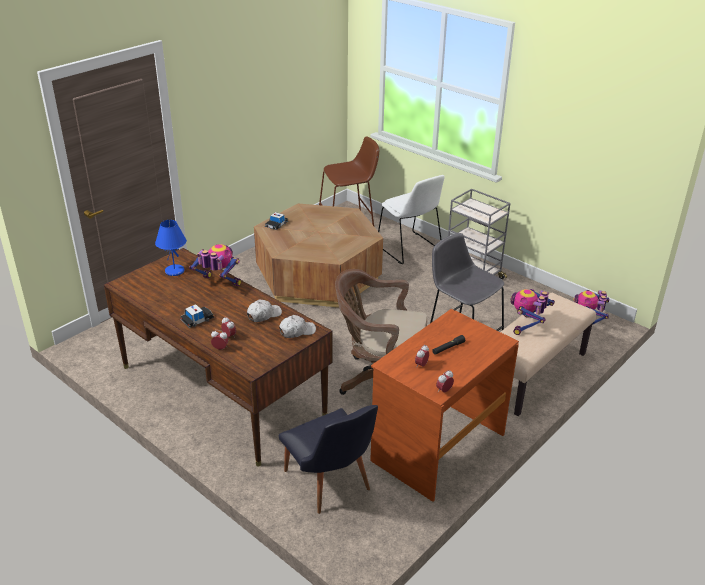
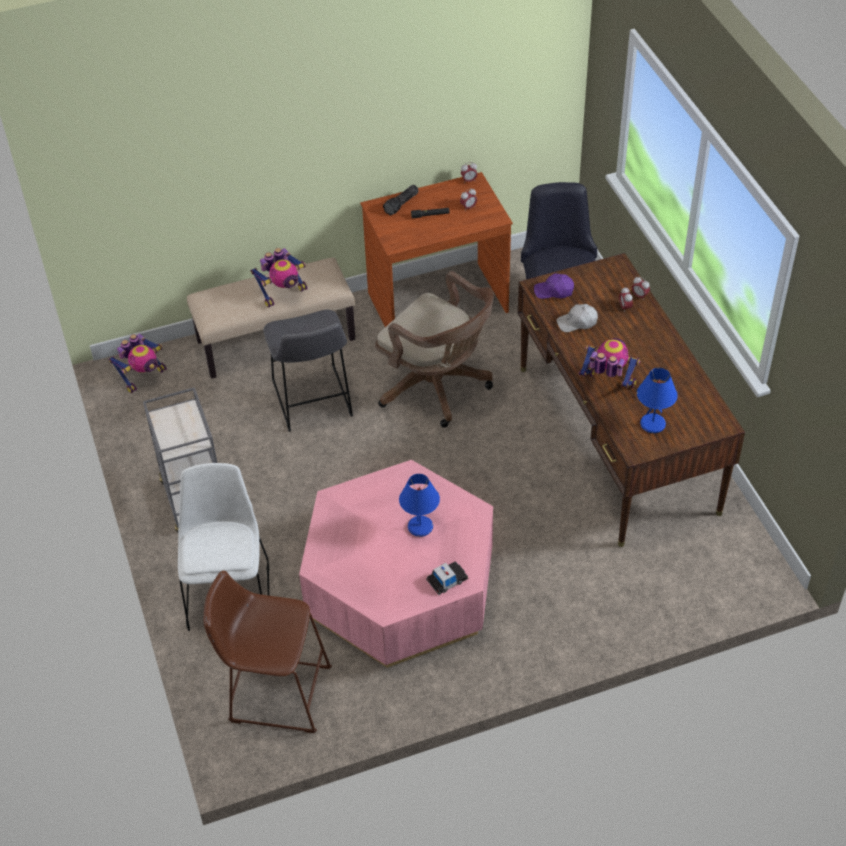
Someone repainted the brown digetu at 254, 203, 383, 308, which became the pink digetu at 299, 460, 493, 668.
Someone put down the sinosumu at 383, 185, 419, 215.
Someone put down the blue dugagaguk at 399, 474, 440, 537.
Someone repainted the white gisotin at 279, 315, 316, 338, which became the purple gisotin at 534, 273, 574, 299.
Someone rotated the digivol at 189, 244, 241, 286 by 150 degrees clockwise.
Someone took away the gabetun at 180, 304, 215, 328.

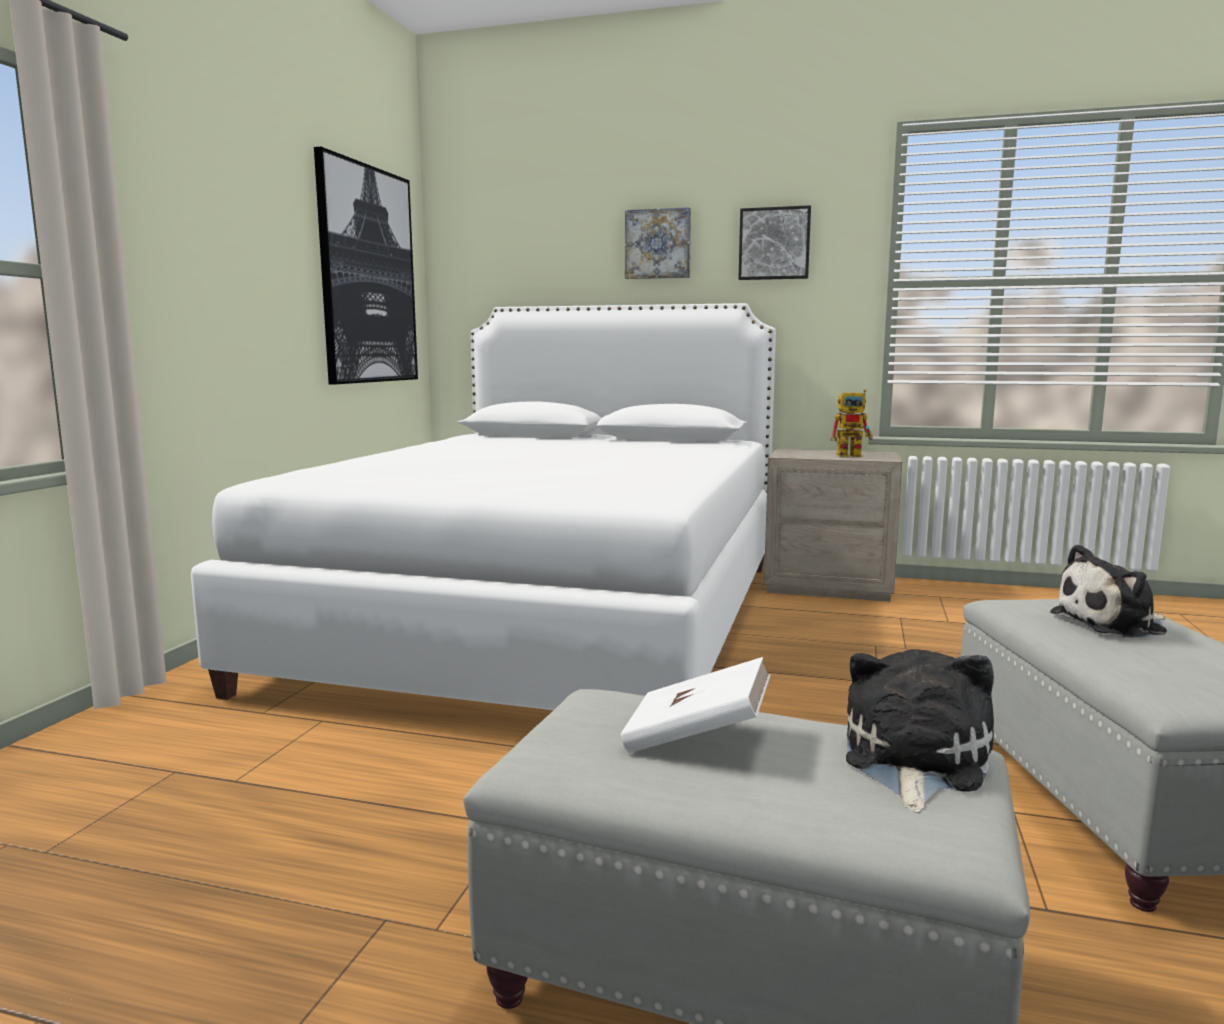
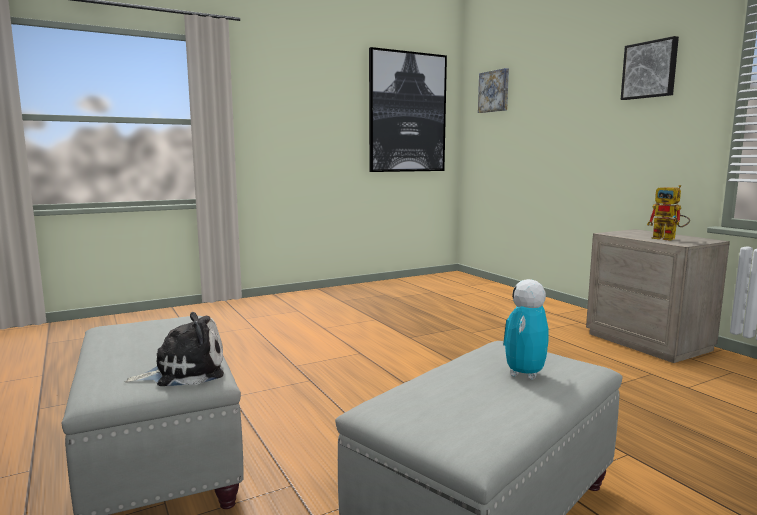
Someone carried the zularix from 625, 207, 691, 279 to 478, 68, 509, 113.
Someone swapped the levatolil at 1050, 544, 1167, 637 for the digivol at 503, 279, 548, 380.
Someone took away the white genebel at 191, 303, 776, 710.
Someone took away the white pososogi at 621, 657, 770, 753.

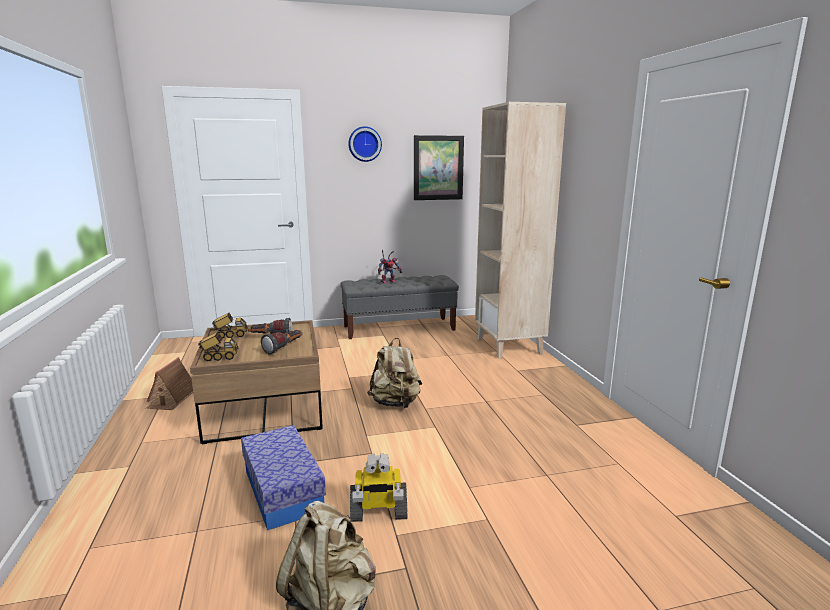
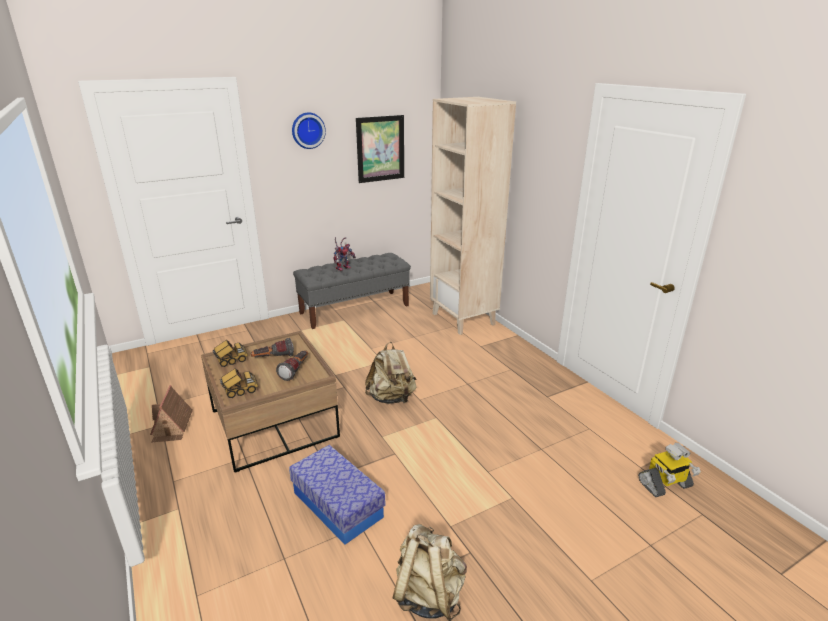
Someone carried the digivol from 350, 453, 408, 522 to 638, 443, 701, 497.

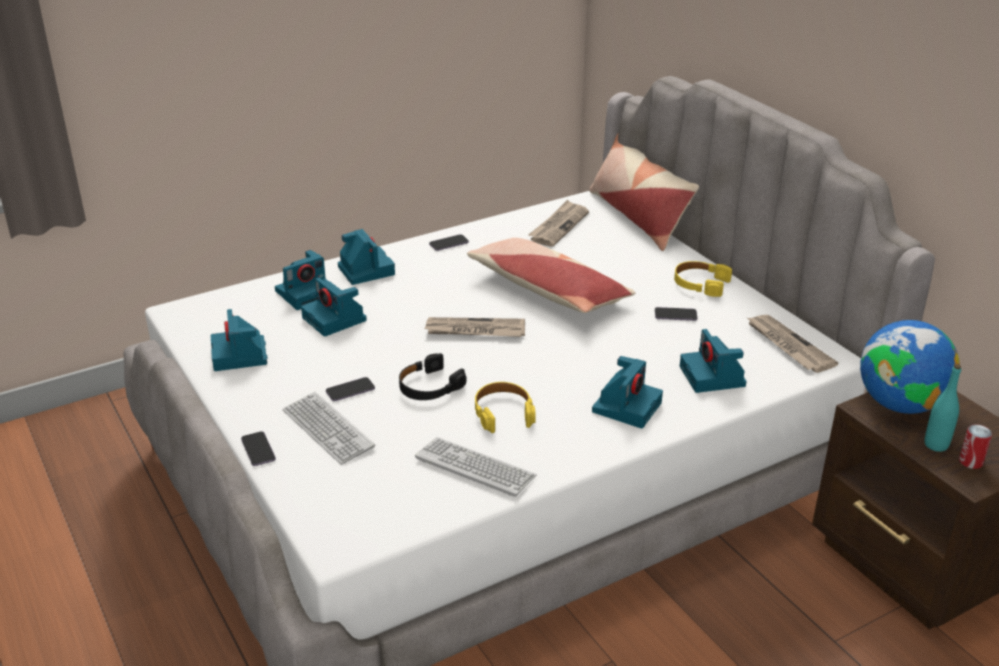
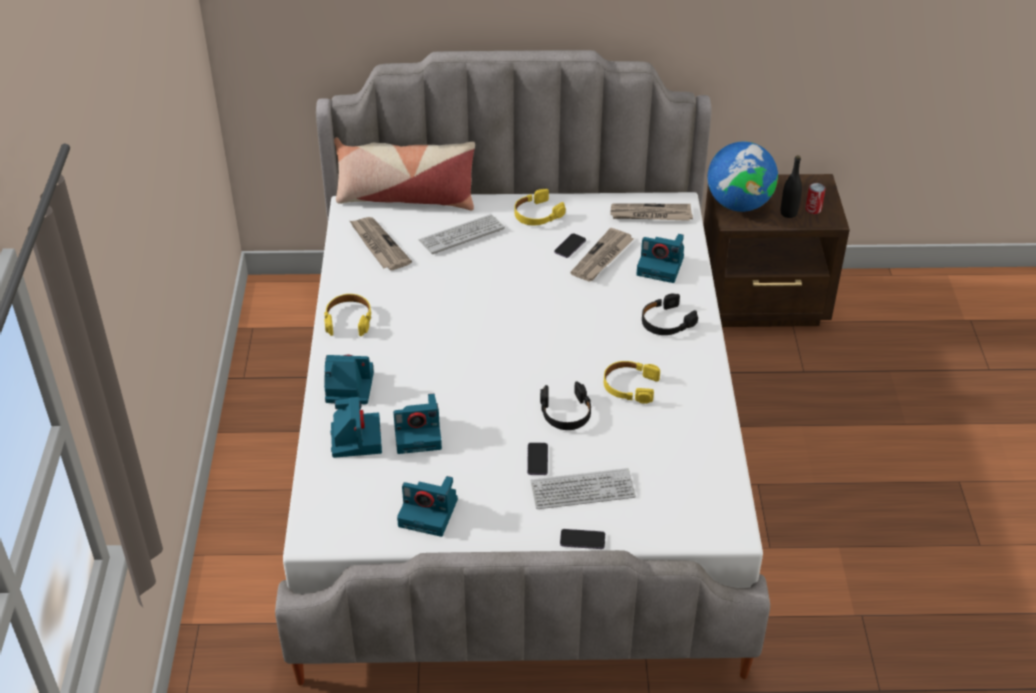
Someone swapped the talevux at 429, 234, 469, 251 for the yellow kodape at 324, 294, 372, 336.
Someone carried the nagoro from 415, 437, 537, 497 to 418, 214, 505, 254.
Someone carried the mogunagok from 424, 317, 525, 337 to 570, 228, 634, 282.
Someone swapped the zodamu at 592, 356, 663, 428 for the black kodape at 642, 294, 698, 335.
Someone repainted the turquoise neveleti at 924, 364, 961, 452, which became the black neveleti at 781, 155, 802, 218.
Someone took away the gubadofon at 467, 238, 636, 313.

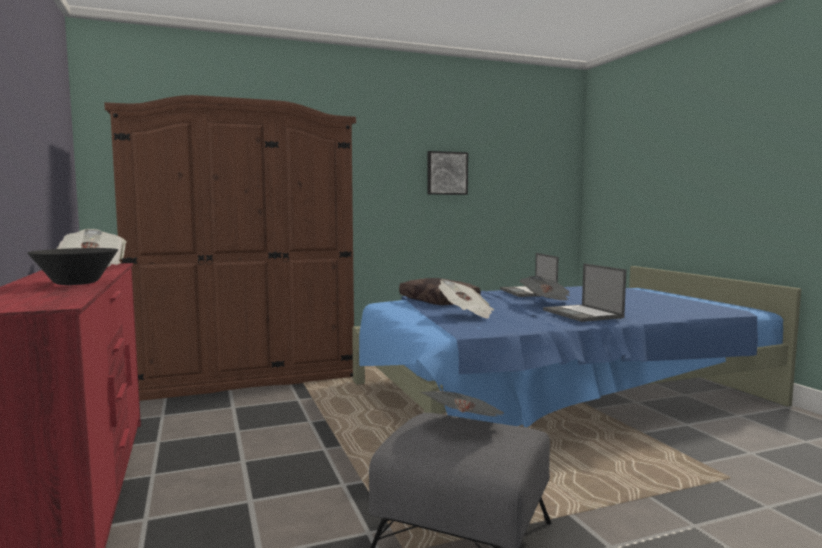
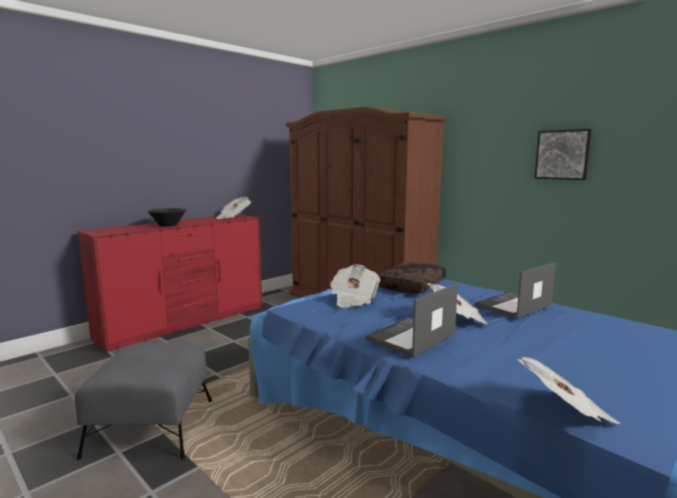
Someone carried the mogunagok from 420, 391, 505, 416 to 517, 357, 620, 424.

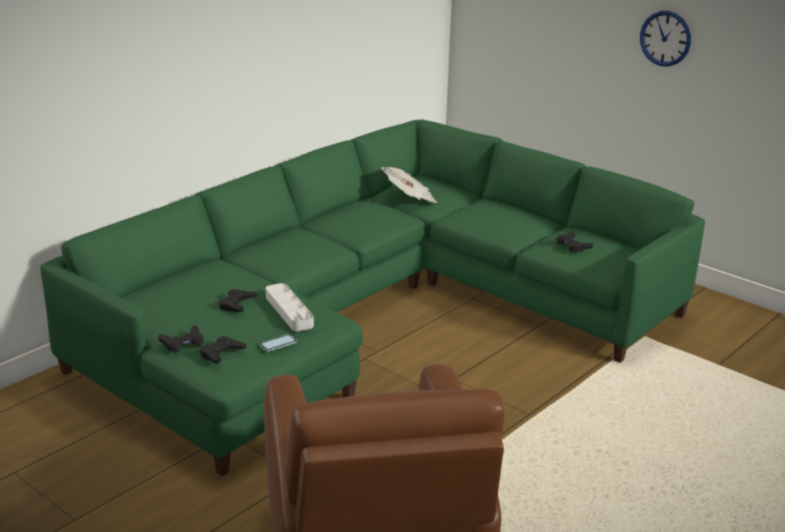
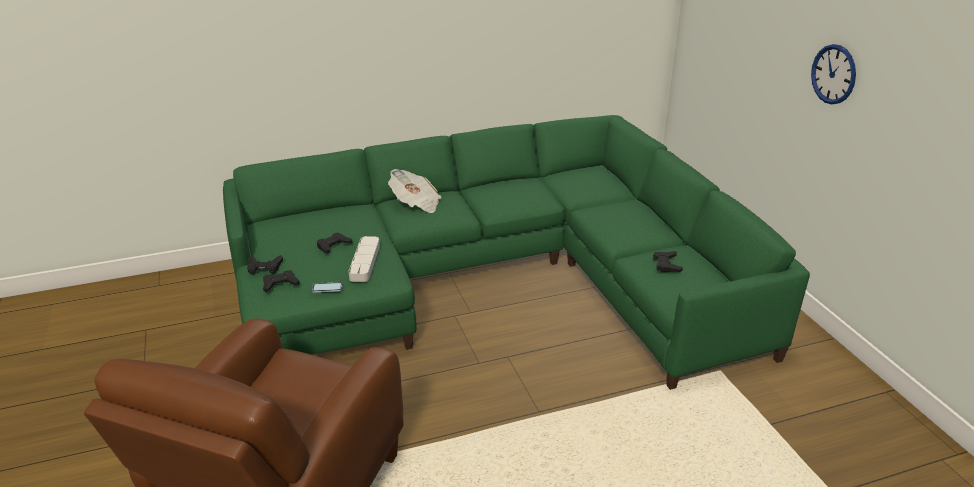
Someone carried the mogunagok from 381, 167, 437, 203 to 388, 169, 442, 213.

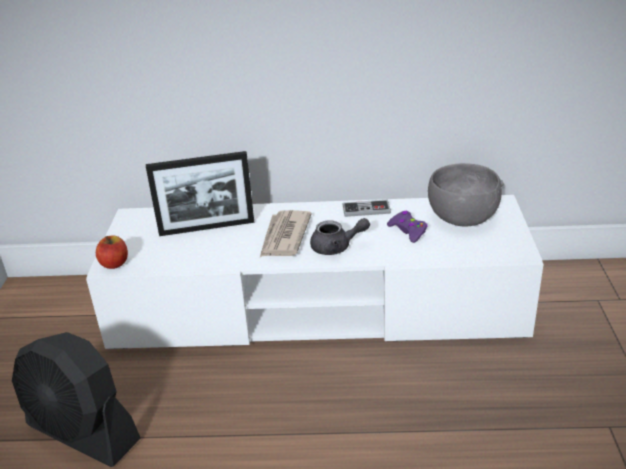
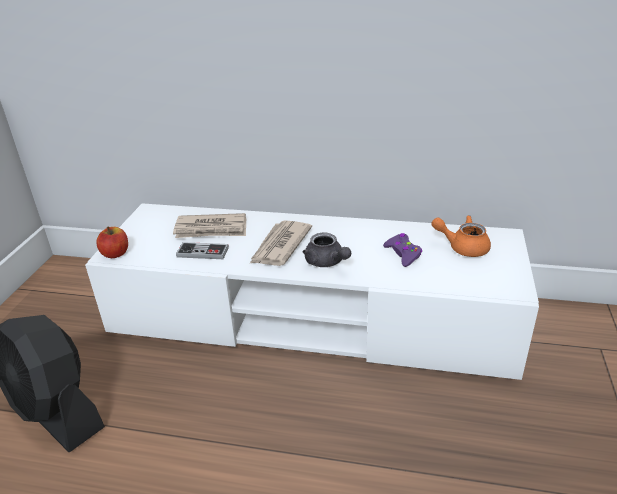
Someone swapped the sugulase at 146, 151, 254, 236 for the mogunagok at 173, 213, 246, 238.
Someone carried the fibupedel from 343, 200, 391, 217 to 176, 242, 229, 259.
Someone rotated the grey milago at 310, 218, 370, 255 by 45 degrees clockwise.
Someone swapped the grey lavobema at 428, 163, 503, 227 for the orange milago at 431, 215, 491, 257.

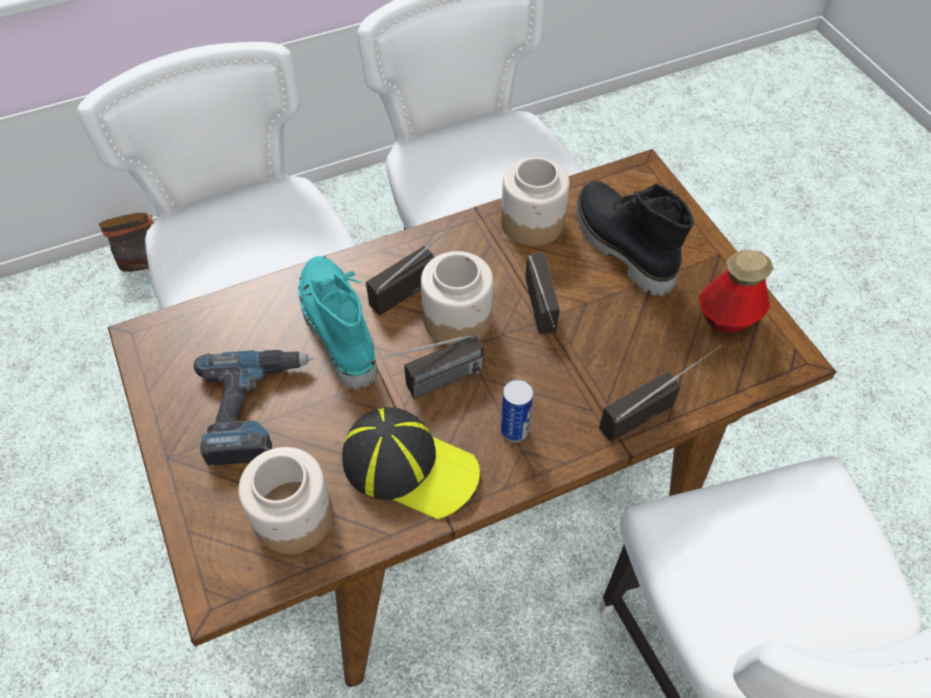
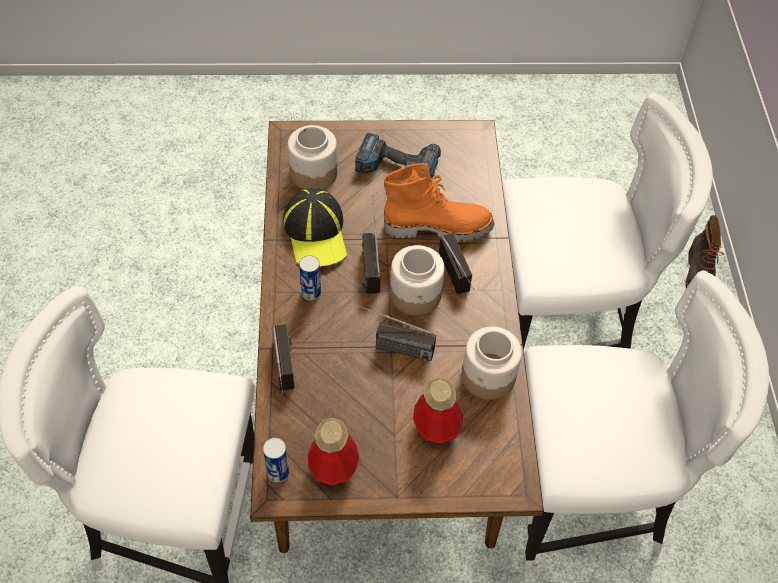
Someone put down the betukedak at 263, 438, 289, 483.
Someone rotated the gisotin at 342, 407, 480, 520 by 60 degrees counterclockwise.
Someone repainted the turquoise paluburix at 298, 256, 377, 390, which became the orange paluburix at 384, 163, 494, 242.
Someone swapped the black paluburix at 576, 181, 694, 296 for the neveleti at 413, 378, 463, 444.

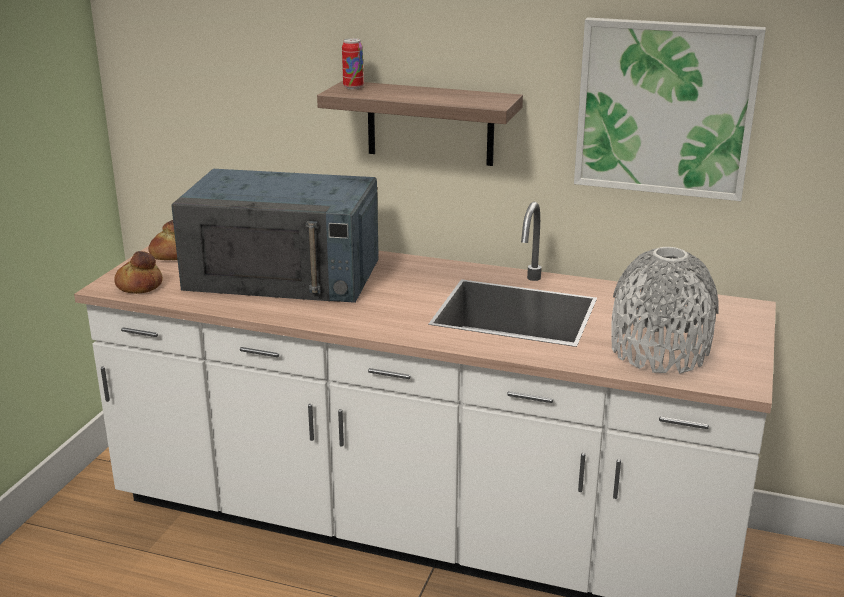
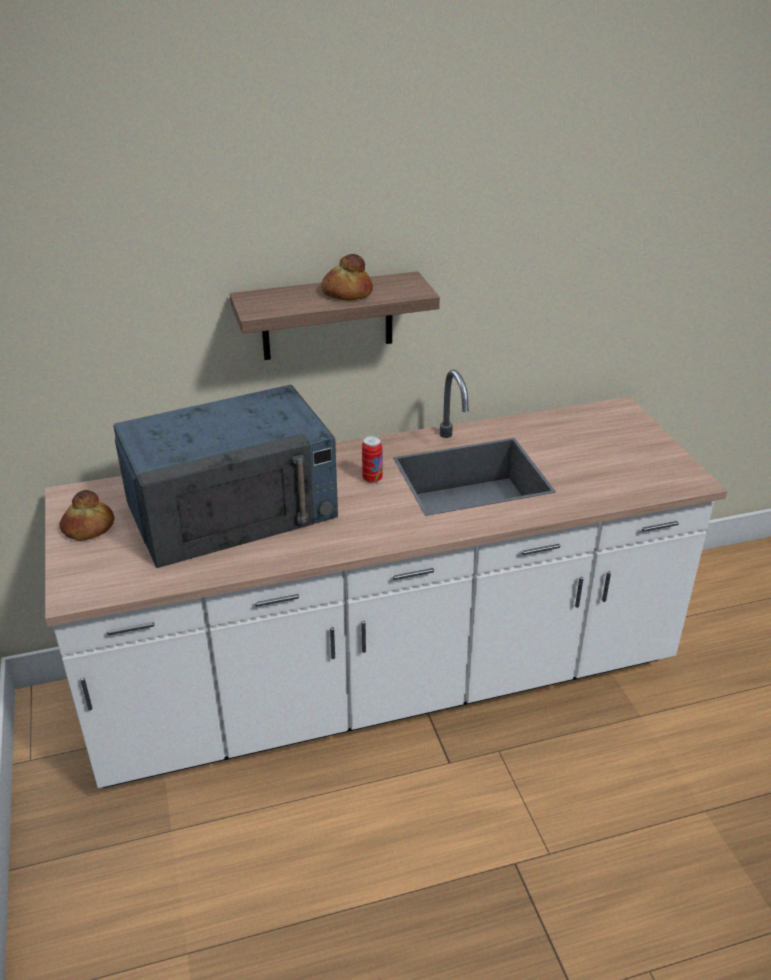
Someone carried the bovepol from 114, 251, 163, 294 to 321, 254, 373, 300.
Someone carried the betukedak from 342, 38, 364, 89 to 362, 436, 382, 483.
Someone took away the zularix at 574, 17, 766, 201.
Someone took away the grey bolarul at 611, 247, 719, 374.

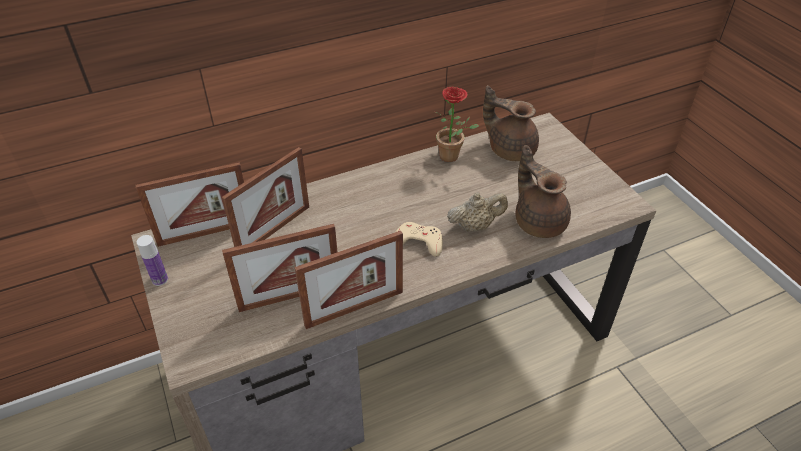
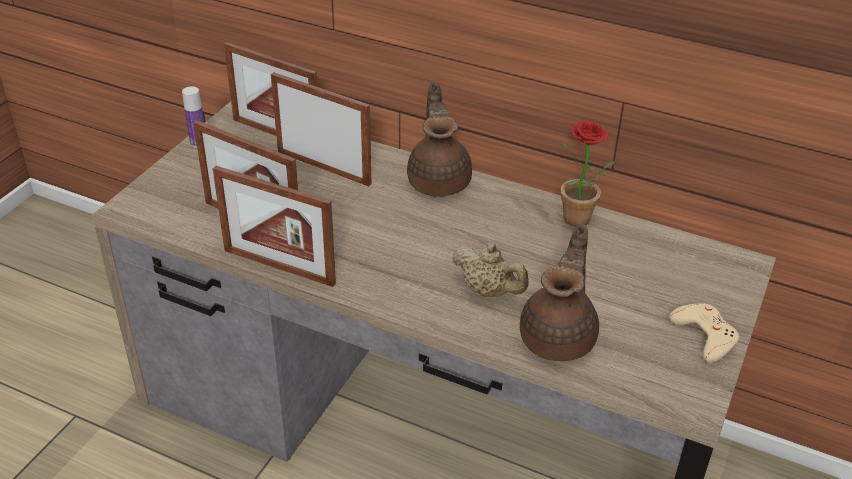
Someone rotated the sugulase at 222, 147, 309, 247 by 150 degrees counterclockwise.
Someone carried the brown milago from 483, 85, 539, 161 to 407, 82, 472, 197.
Someone carried the beige fibupedel from 395, 222, 443, 256 to 669, 303, 739, 363.

